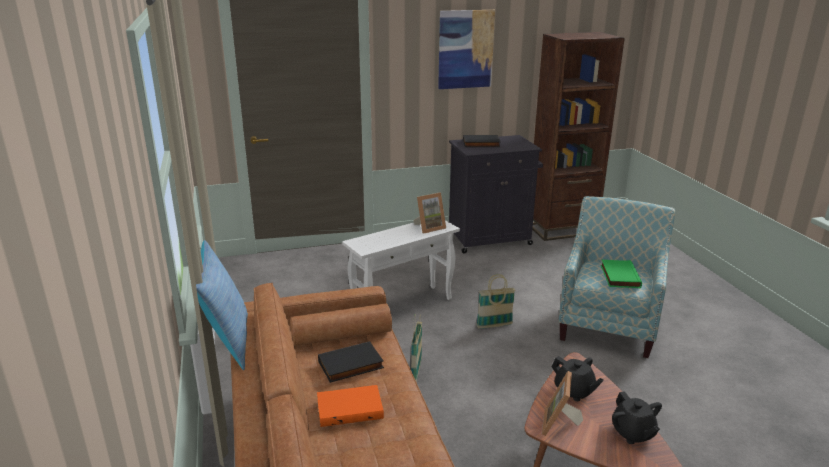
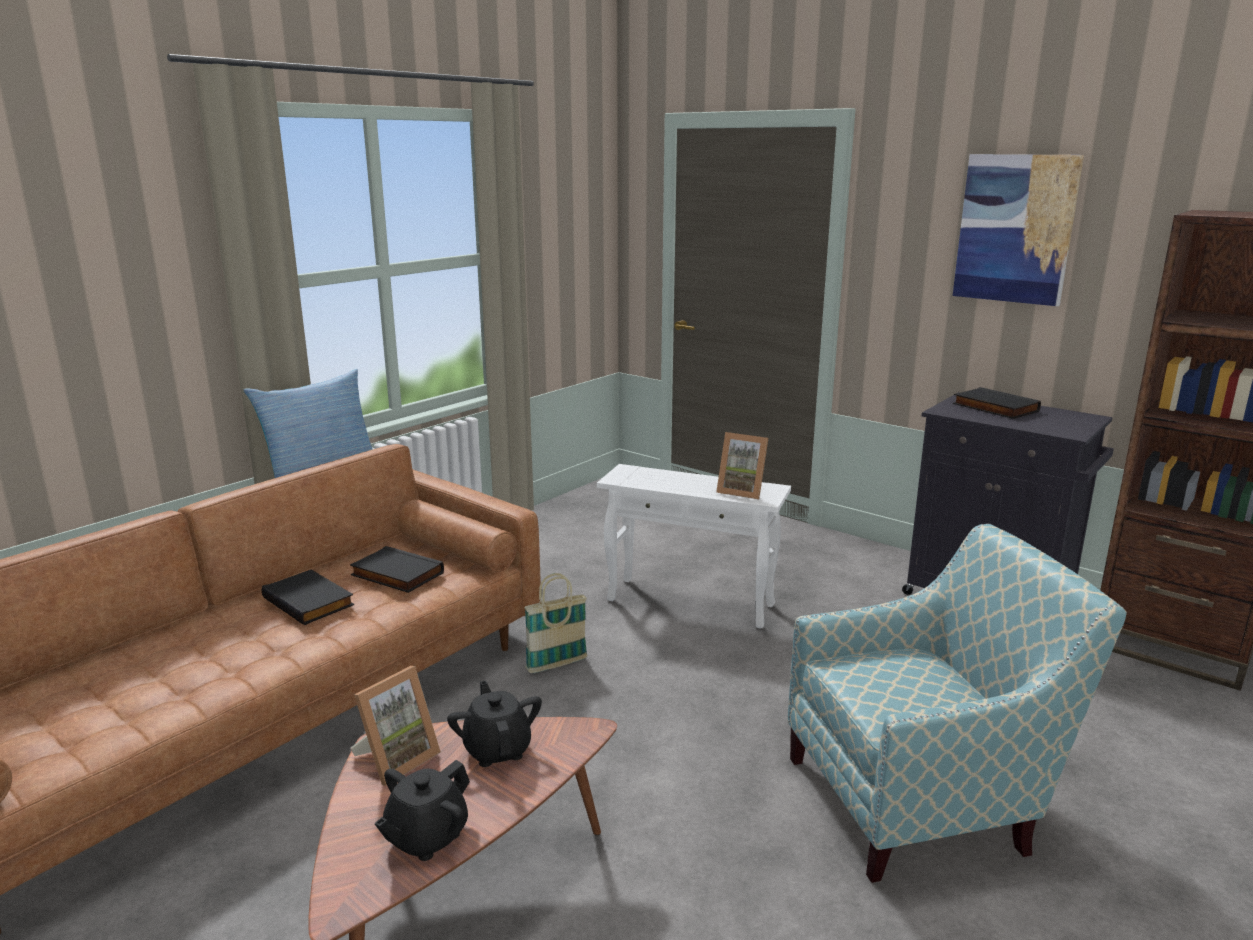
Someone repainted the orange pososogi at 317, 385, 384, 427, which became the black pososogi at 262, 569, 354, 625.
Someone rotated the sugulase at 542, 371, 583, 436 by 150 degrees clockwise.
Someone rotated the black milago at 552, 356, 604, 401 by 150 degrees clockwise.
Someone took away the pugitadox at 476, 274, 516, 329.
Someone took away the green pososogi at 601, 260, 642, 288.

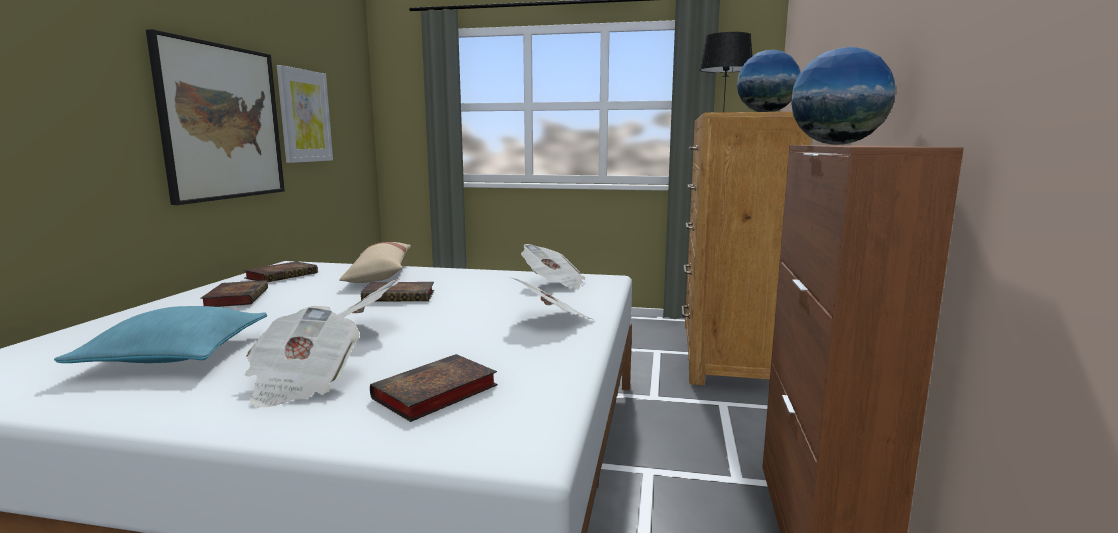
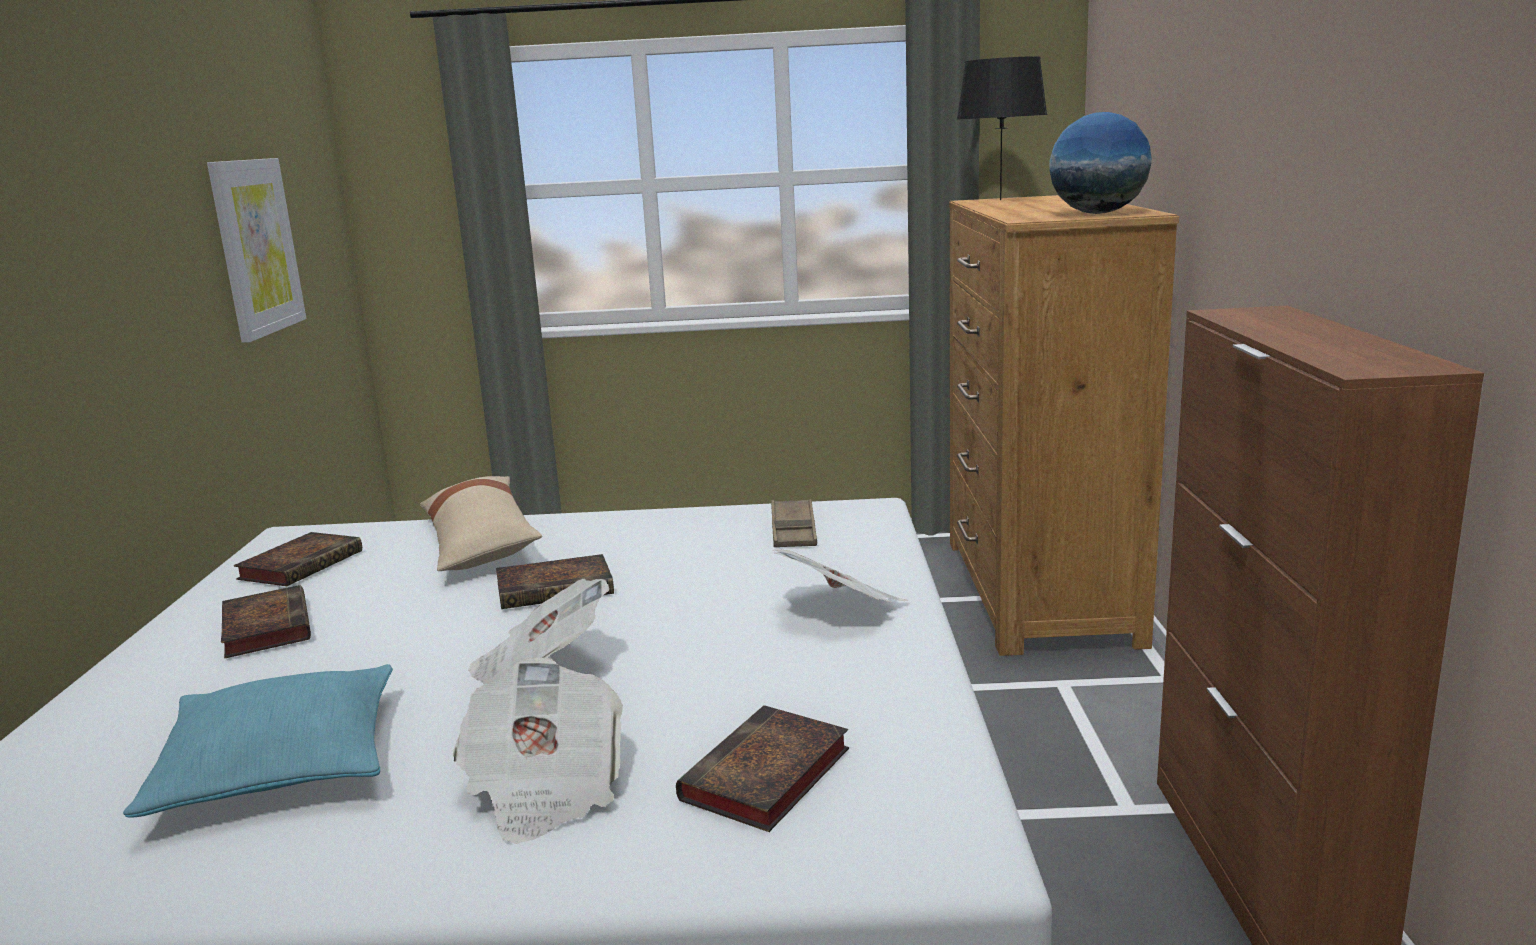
Someone swapped the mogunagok at 521, 244, 585, 290 for the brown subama at 771, 499, 817, 547.
Someone took away the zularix at 146, 29, 285, 205.
Someone took away the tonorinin at 791, 47, 895, 145.

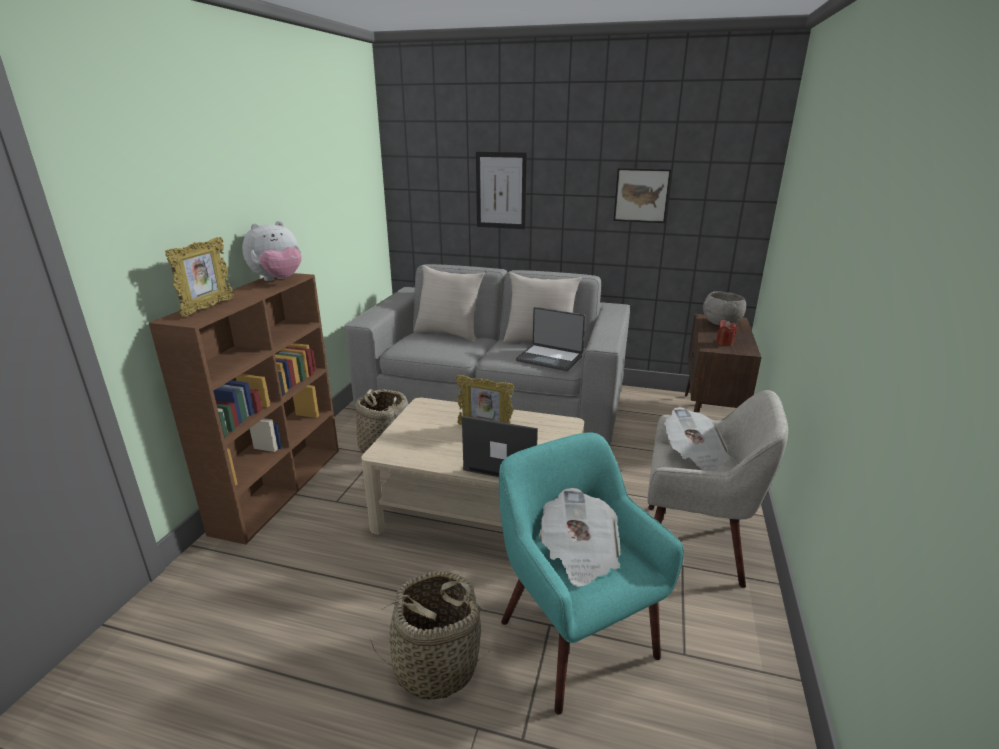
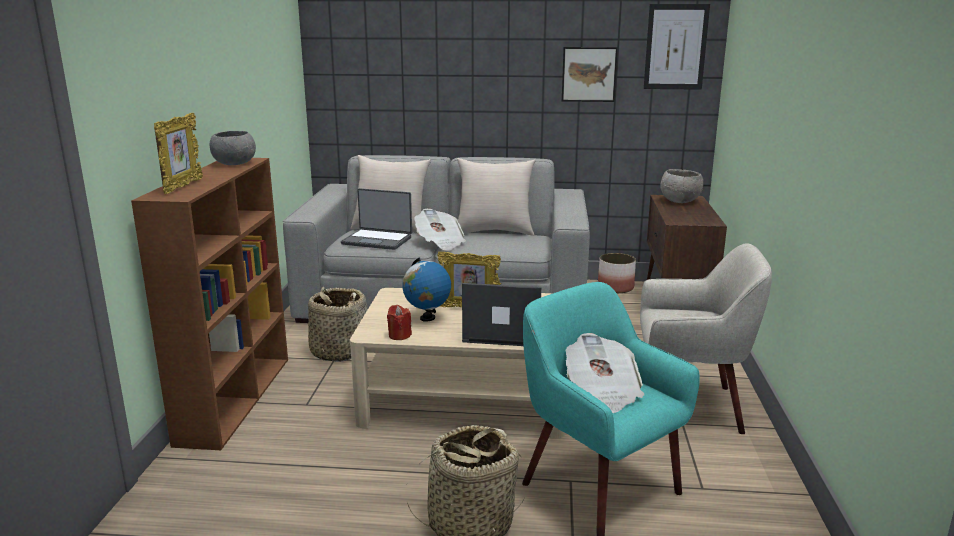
Someone swapped the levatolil at 242, 221, 302, 281 for the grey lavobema at 210, 131, 256, 165.
Someone carried the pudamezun from 516, 307, 585, 371 to 341, 188, 412, 250.
Someone carried the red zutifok from 716, 320, 737, 346 to 387, 305, 412, 340.
Someone put down the tonorinin at 402, 257, 451, 322.
Someone carried the mogunagok from 664, 407, 730, 471 to 414, 209, 466, 251.
Someone put down the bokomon at 598, 253, 636, 293.
Someone carried the zularix from 476, 152, 527, 229 to 644, 4, 710, 90.

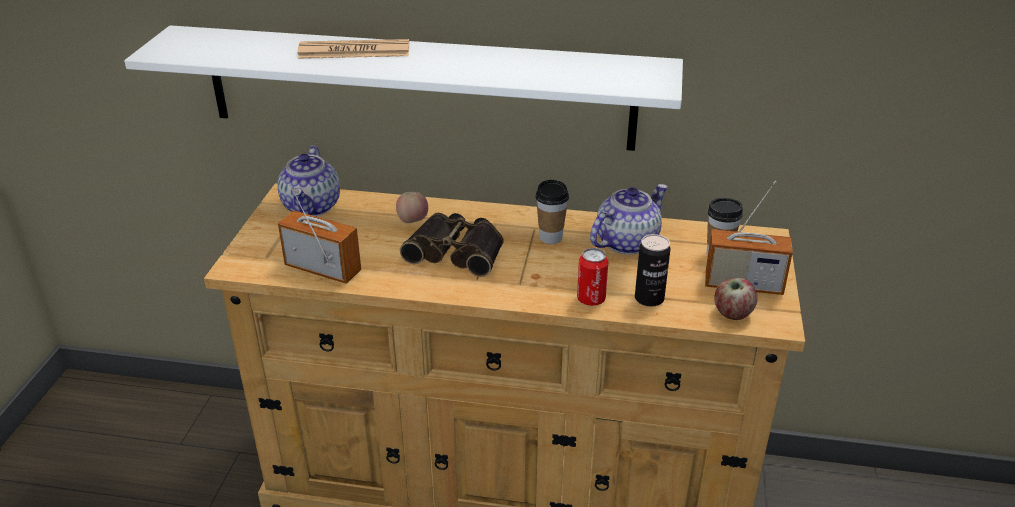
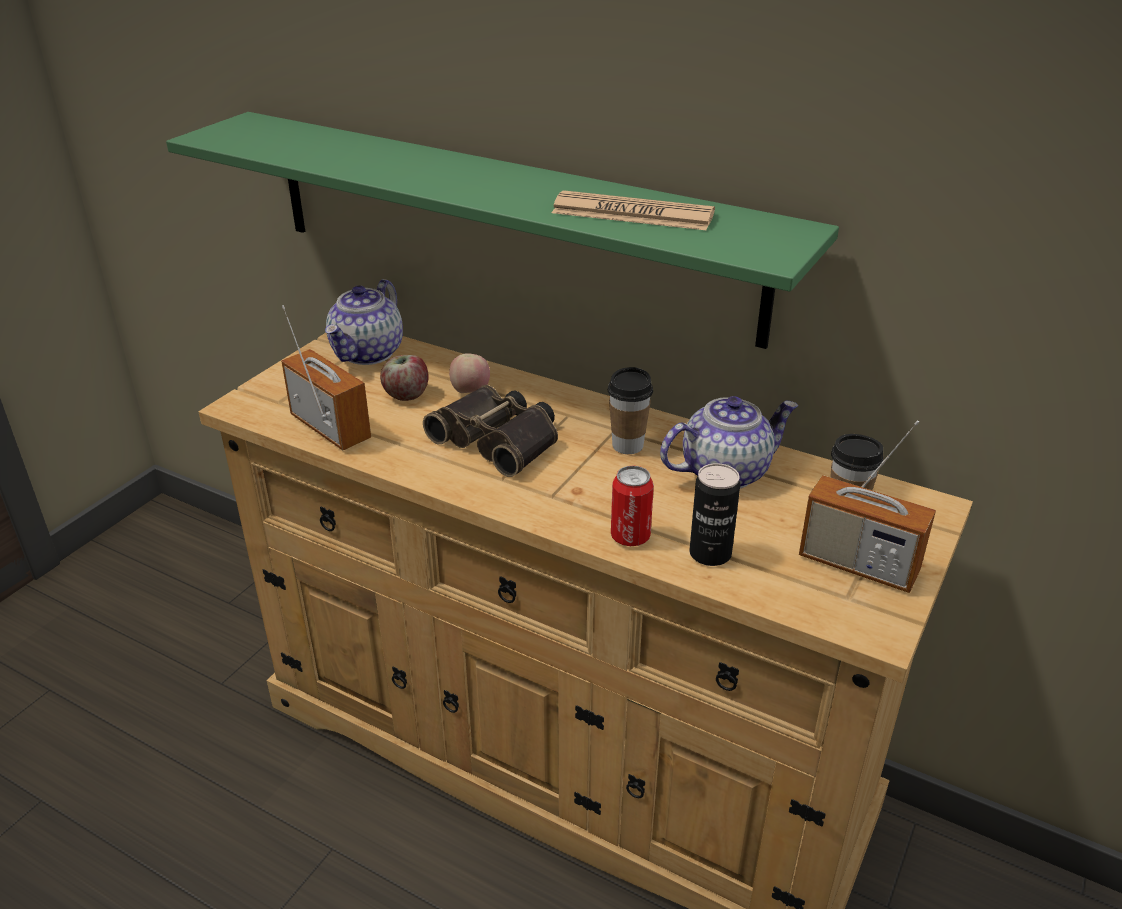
Someone repainted the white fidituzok at 124, 25, 683, 151, which became the green fidituzok at 166, 112, 839, 349.
Someone carried the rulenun from 714, 278, 757, 320 to 380, 355, 428, 401.
Someone carried the mogunagok from 297, 39, 409, 59 to 552, 190, 715, 230.

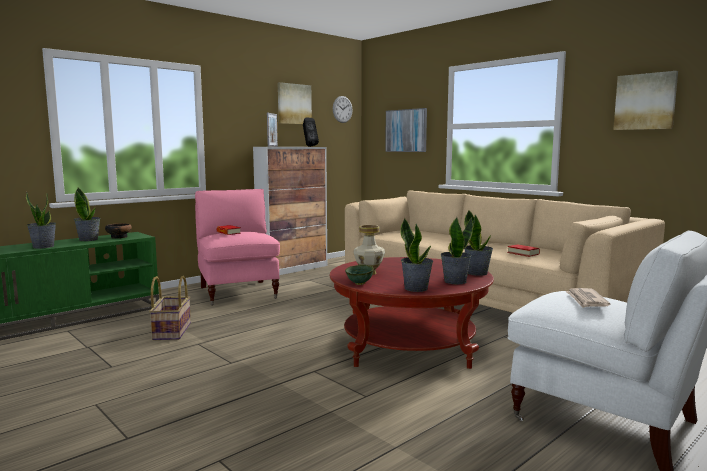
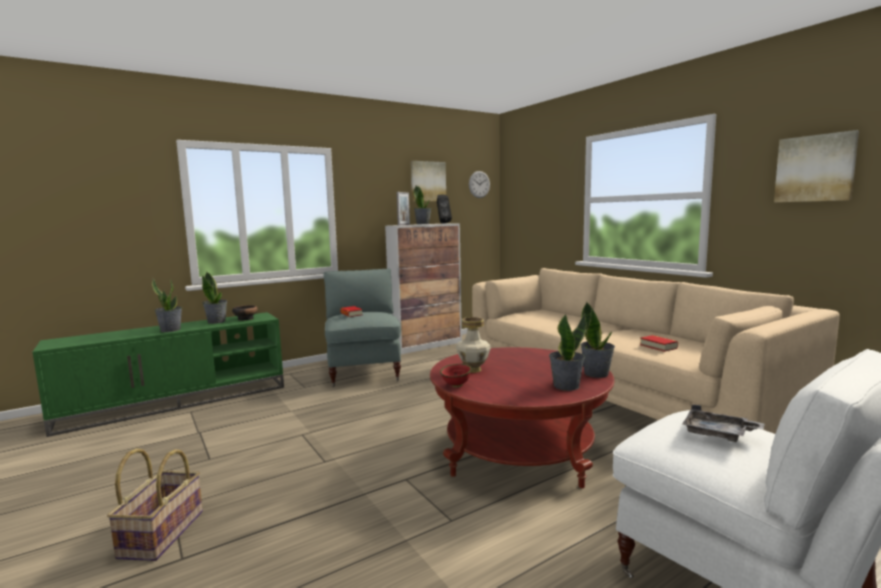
Someone carried the pugitadox from 149, 276, 191, 340 to 107, 448, 203, 561.
Someone repainted the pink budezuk at 195, 189, 280, 306, which became the grey budezuk at 324, 269, 401, 387.
Someone carried the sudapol from 400, 218, 433, 292 to 413, 186, 431, 224.
Someone repainted the green lavobema at 345, 265, 374, 285, which became the red lavobema at 440, 364, 472, 387.
Someone swapped the mogunagok at 566, 288, 611, 308 for the grey subama at 682, 404, 764, 442.
Someone took away the zularix at 385, 108, 427, 152.

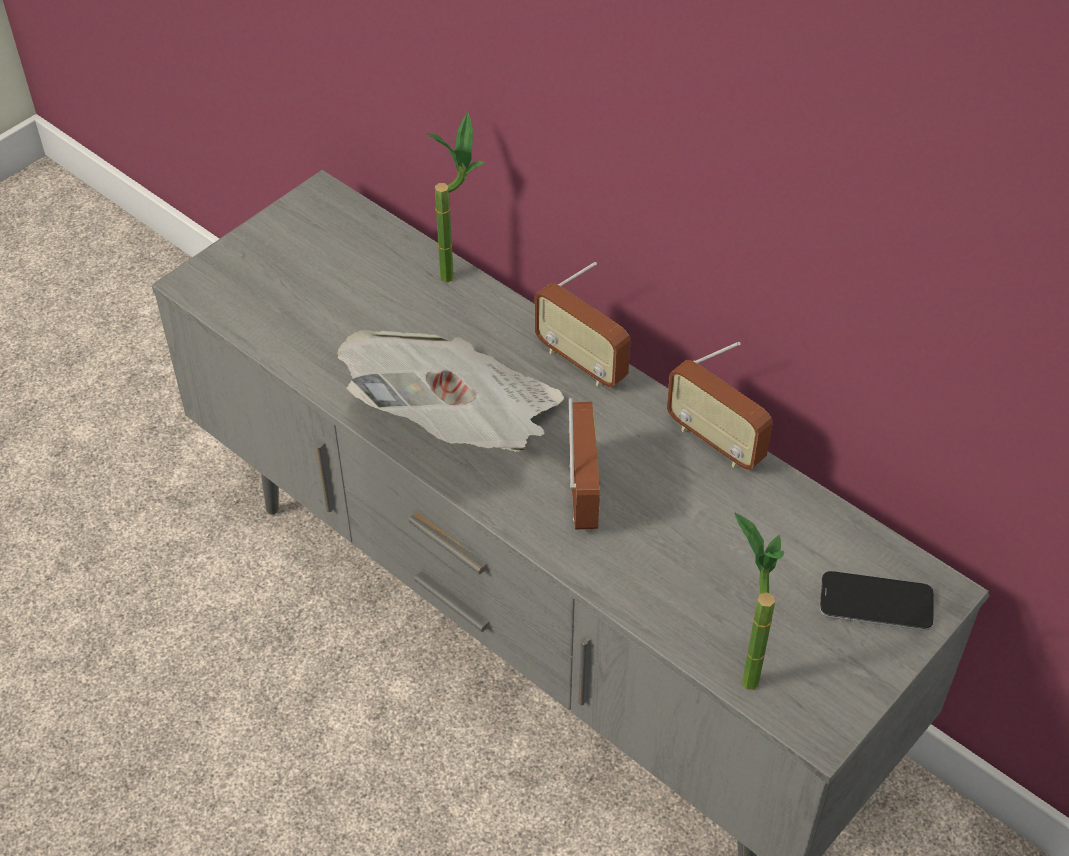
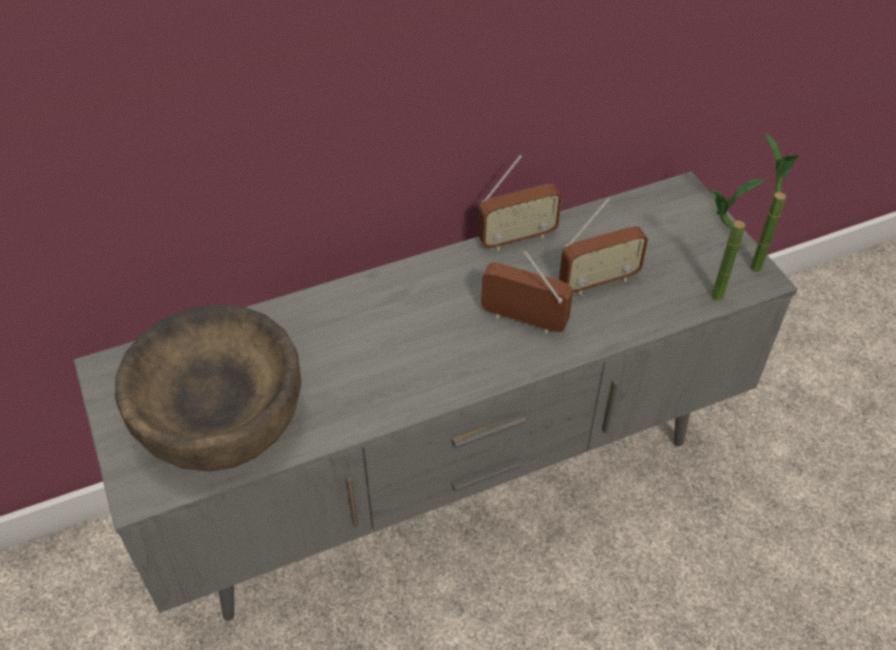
Someone put down the brown lavobema at 115, 304, 301, 471.
Someone carried the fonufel from 535, 262, 631, 387 to 559, 198, 648, 295.
Someone carried the sudapol from 426, 112, 484, 283 to 750, 132, 800, 272.
Someone took away the mogunagok at 337, 330, 564, 452.
Someone took away the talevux at 820, 571, 934, 631.

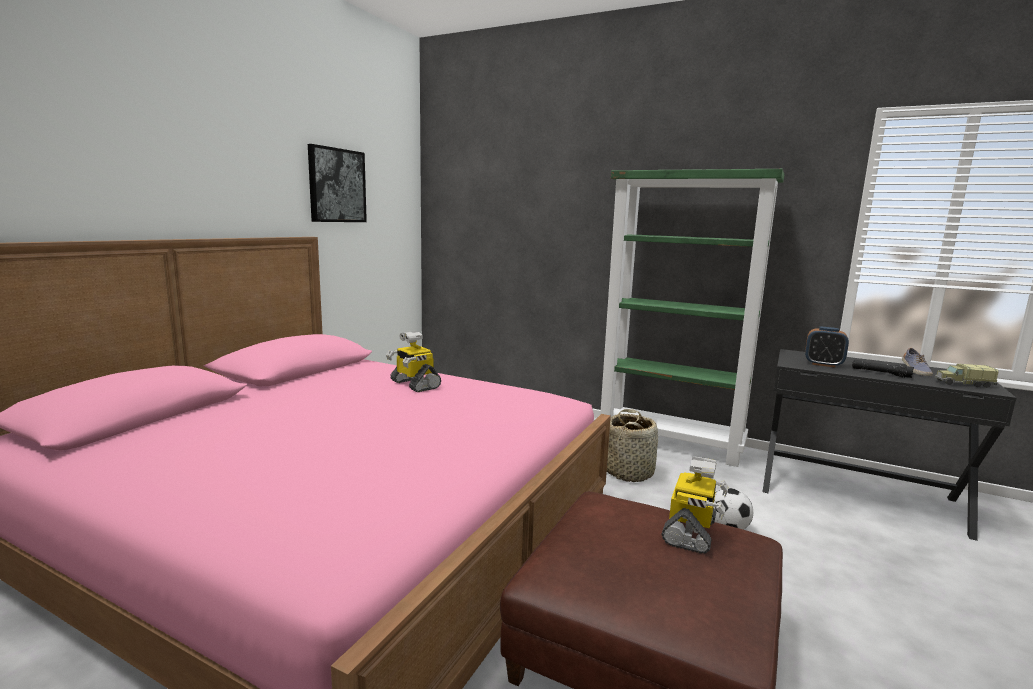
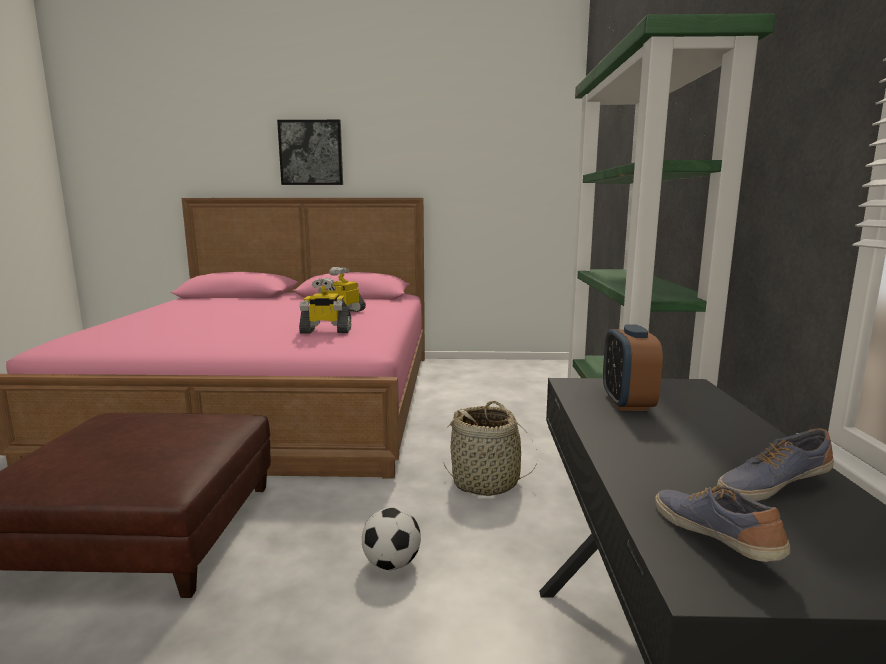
Someone carried the zularix from 308, 144, 367, 222 to 277, 120, 343, 185.
Someone carried the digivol from 662, 456, 729, 554 to 299, 278, 351, 333.
Someone swapped the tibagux at 935, 364, 999, 388 for the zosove at 655, 485, 790, 562.
Someone took away the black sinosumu at 852, 360, 914, 378.

